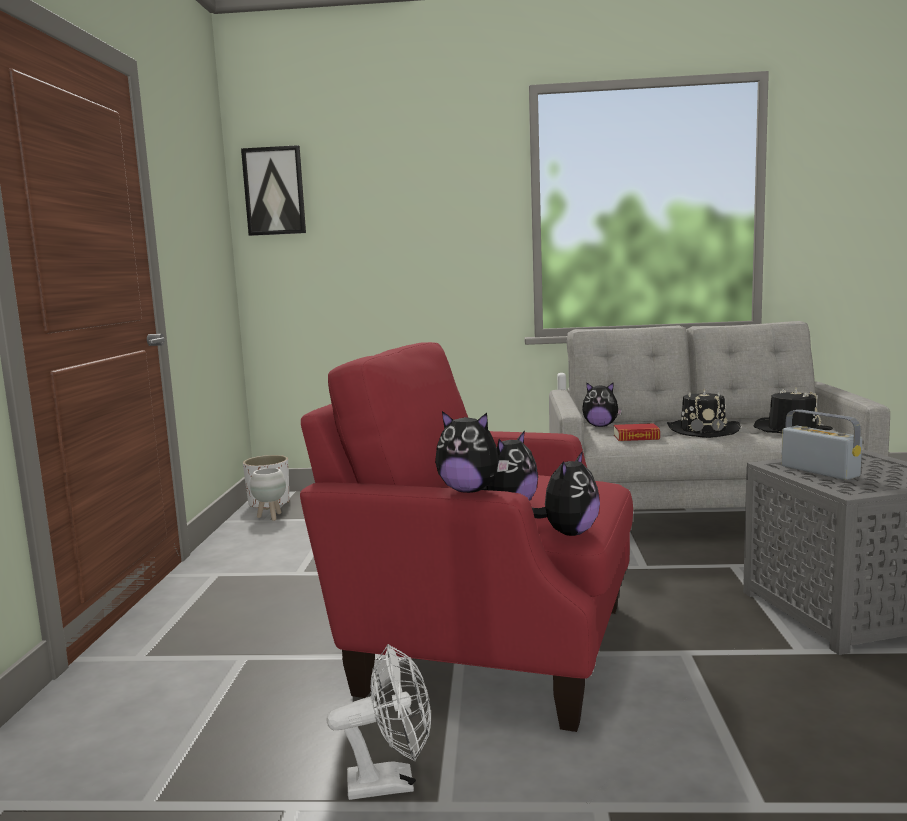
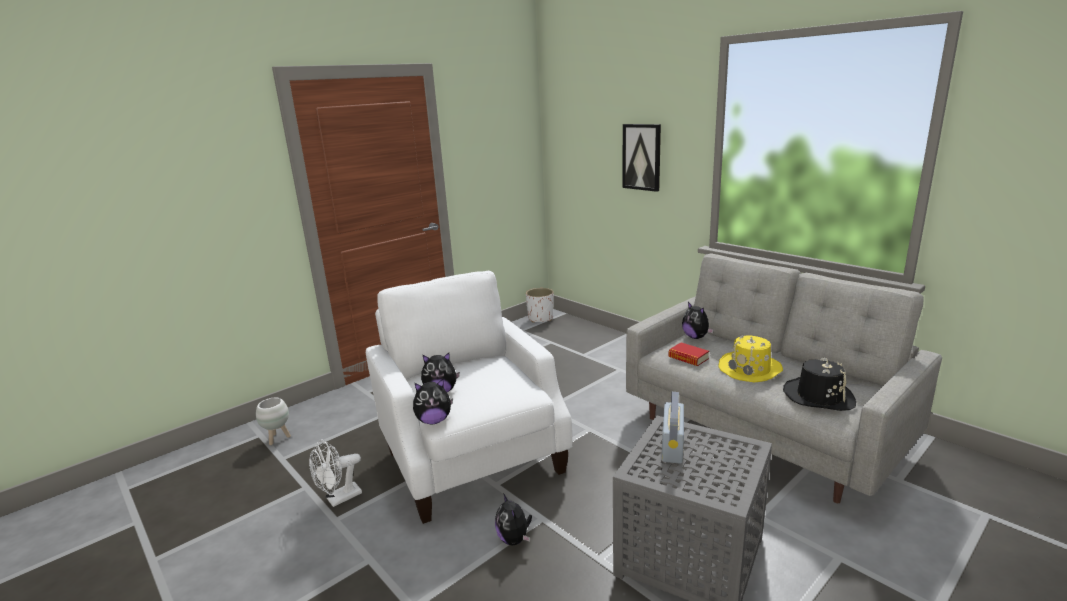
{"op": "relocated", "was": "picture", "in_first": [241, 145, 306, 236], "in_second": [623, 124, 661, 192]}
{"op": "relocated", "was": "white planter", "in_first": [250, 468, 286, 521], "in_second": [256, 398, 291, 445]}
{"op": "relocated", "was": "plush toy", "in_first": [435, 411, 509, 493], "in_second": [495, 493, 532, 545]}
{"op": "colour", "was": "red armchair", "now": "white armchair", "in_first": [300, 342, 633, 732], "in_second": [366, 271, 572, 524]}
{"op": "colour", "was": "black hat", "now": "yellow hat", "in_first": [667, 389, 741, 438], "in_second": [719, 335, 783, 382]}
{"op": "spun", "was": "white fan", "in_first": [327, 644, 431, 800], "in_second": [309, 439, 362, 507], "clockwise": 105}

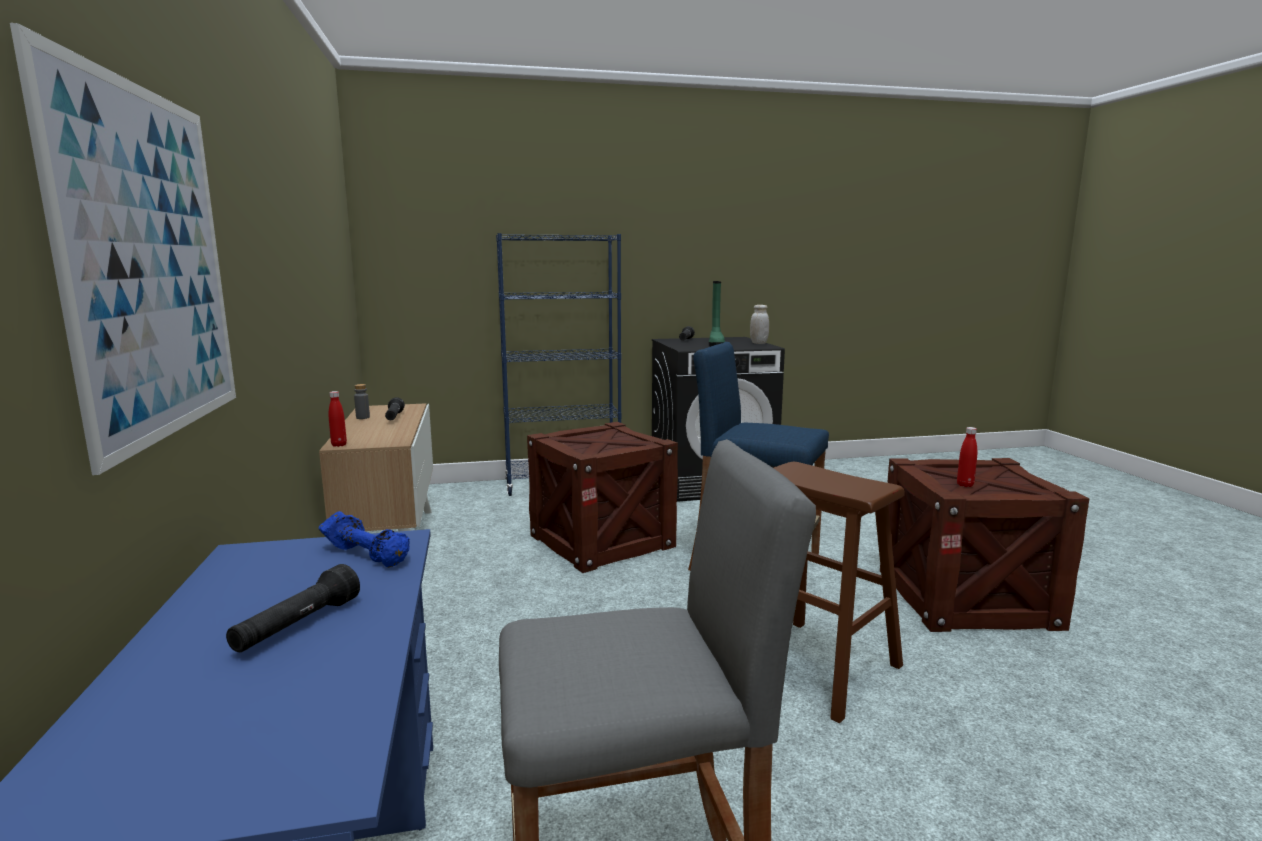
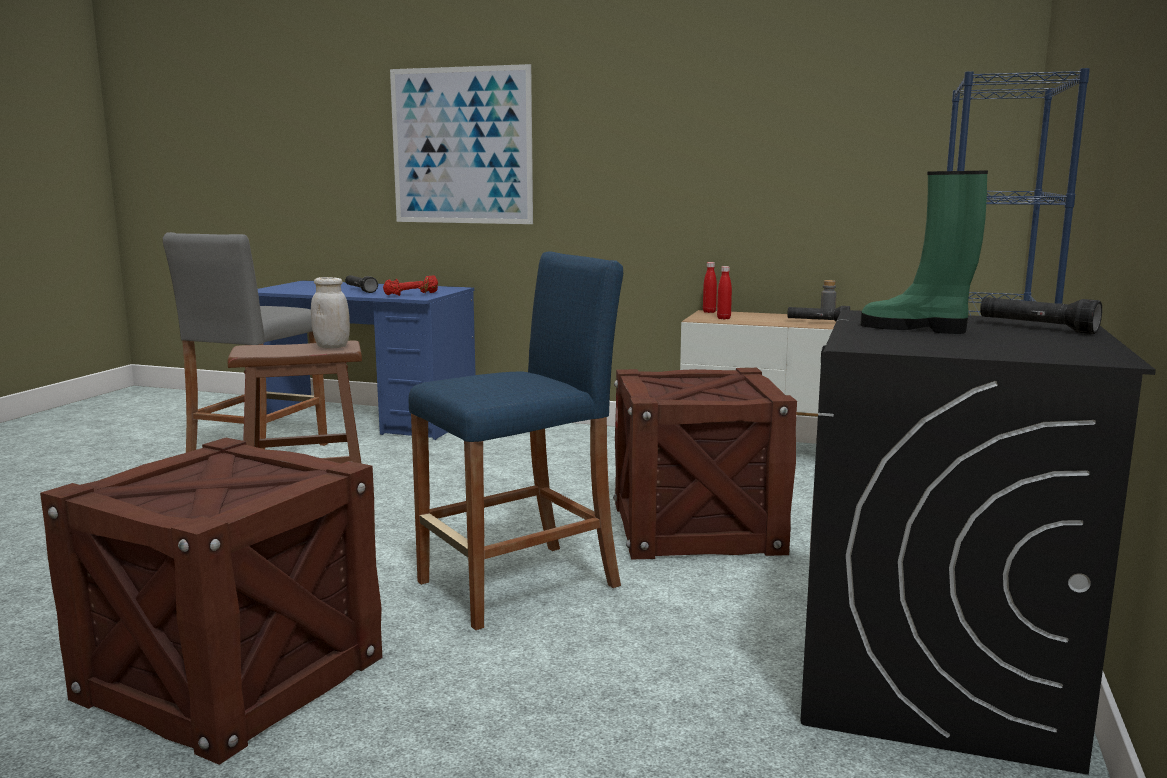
{"op": "relocated", "was": "white jar", "in_first": [750, 305, 769, 344], "in_second": [311, 277, 350, 349]}
{"op": "relocated", "was": "red bottle", "in_first": [957, 427, 977, 487], "in_second": [717, 266, 732, 319]}
{"op": "colour", "was": "blue dumbbell", "now": "red dumbbell", "in_first": [319, 511, 410, 567], "in_second": [383, 276, 438, 296]}

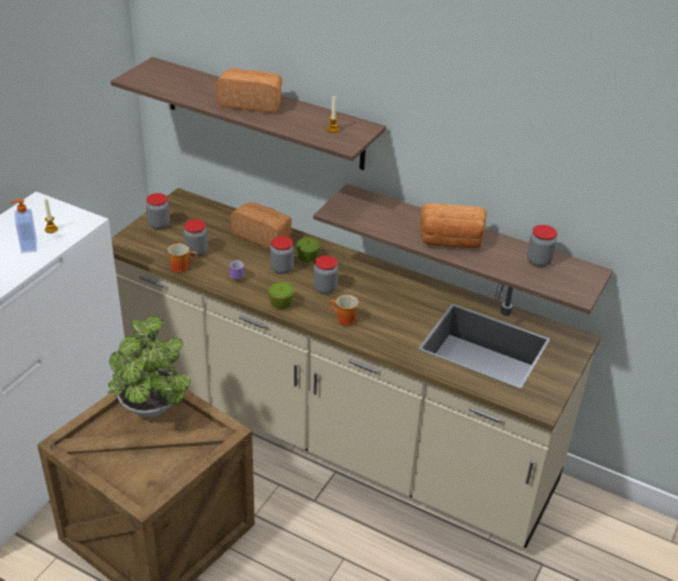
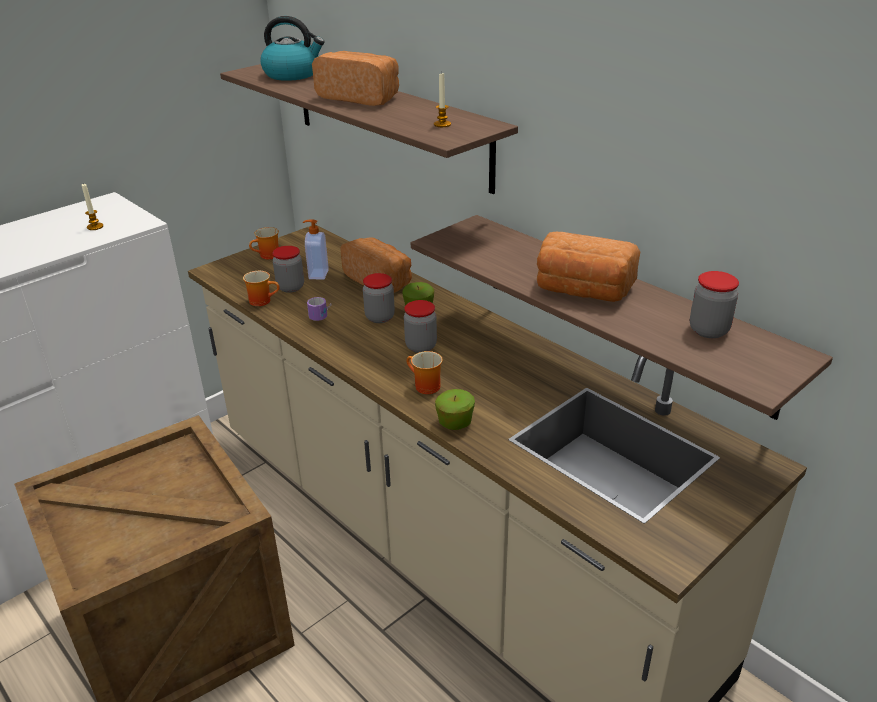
{"op": "missing", "was": "potted plant", "in_first": [107, 316, 191, 418]}
{"op": "appeared", "now": "kettle", "in_second": [261, 16, 325, 81]}
{"op": "relocated", "was": "soap dispenser", "in_first": [10, 199, 37, 253], "in_second": [303, 219, 329, 280]}
{"op": "relocated", "was": "apple", "in_first": [269, 282, 294, 309], "in_second": [435, 389, 475, 430]}
{"op": "exchanged", "was": "jar", "now": "mug", "in_first": [146, 193, 170, 229], "in_second": [249, 227, 279, 259]}

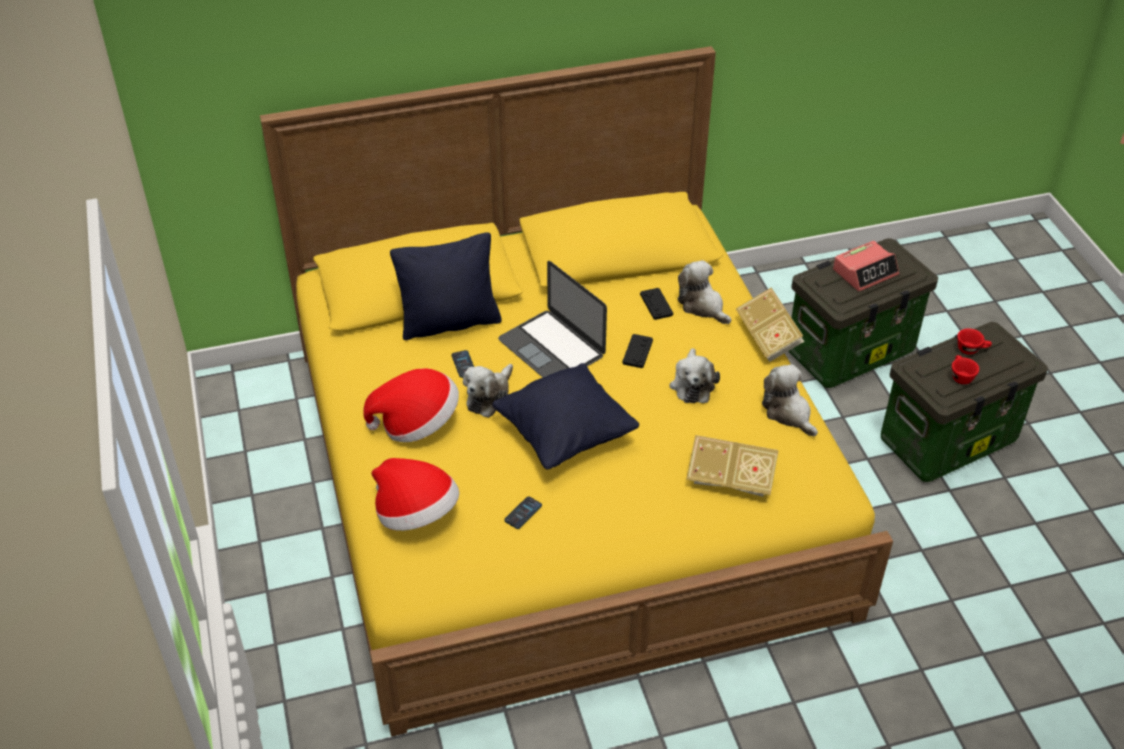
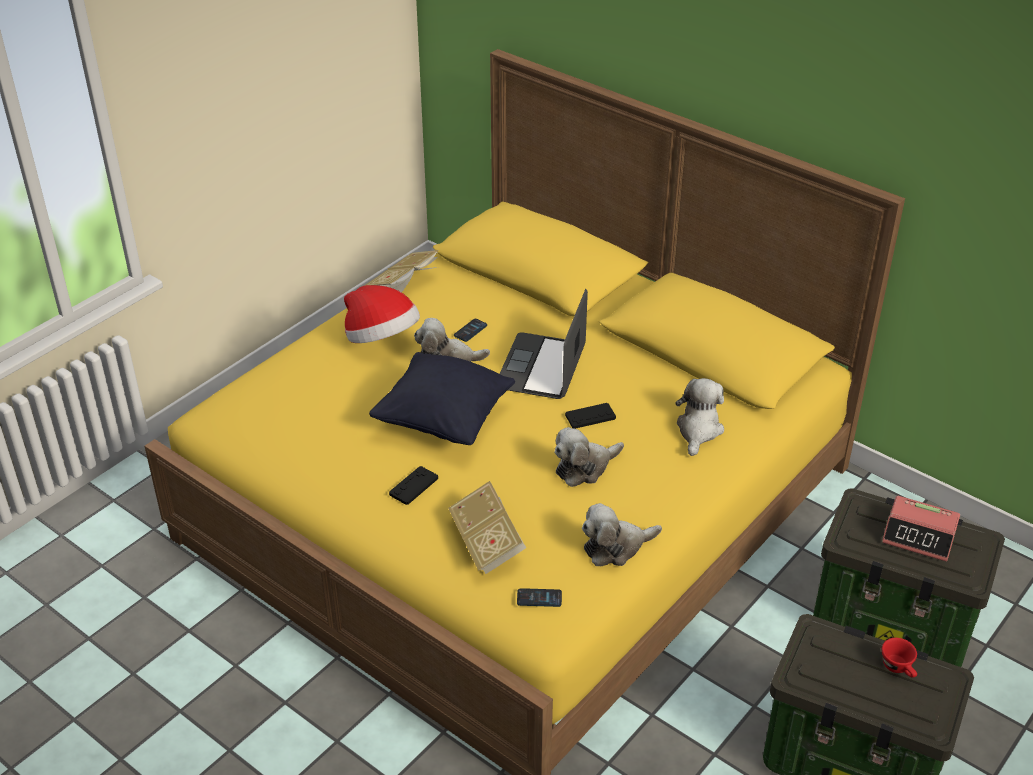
{"op": "missing", "was": "hat", "in_first": [371, 458, 459, 531]}
{"op": "missing", "was": "black pillow", "in_first": [390, 232, 502, 340]}
{"op": "missing", "was": "red cup", "in_first": [952, 355, 979, 384]}
{"op": "relocated", "was": "phone", "in_first": [504, 496, 542, 529], "in_second": [517, 588, 562, 607]}
{"op": "relocated", "was": "black game controller", "in_first": [640, 288, 673, 320], "in_second": [389, 466, 438, 505]}
{"op": "relocated", "was": "book", "in_first": [736, 287, 804, 362], "in_second": [364, 250, 439, 293]}
{"op": "spun", "was": "plush toy", "in_first": [762, 364, 818, 436], "in_second": [582, 503, 662, 566], "clockwise": -135}

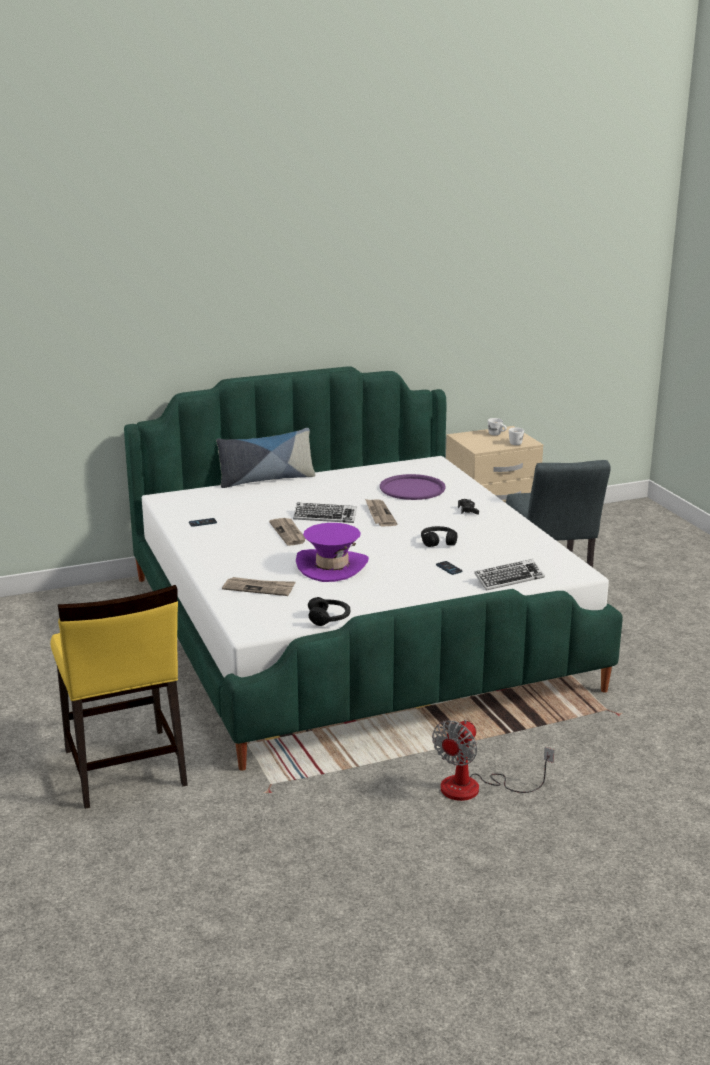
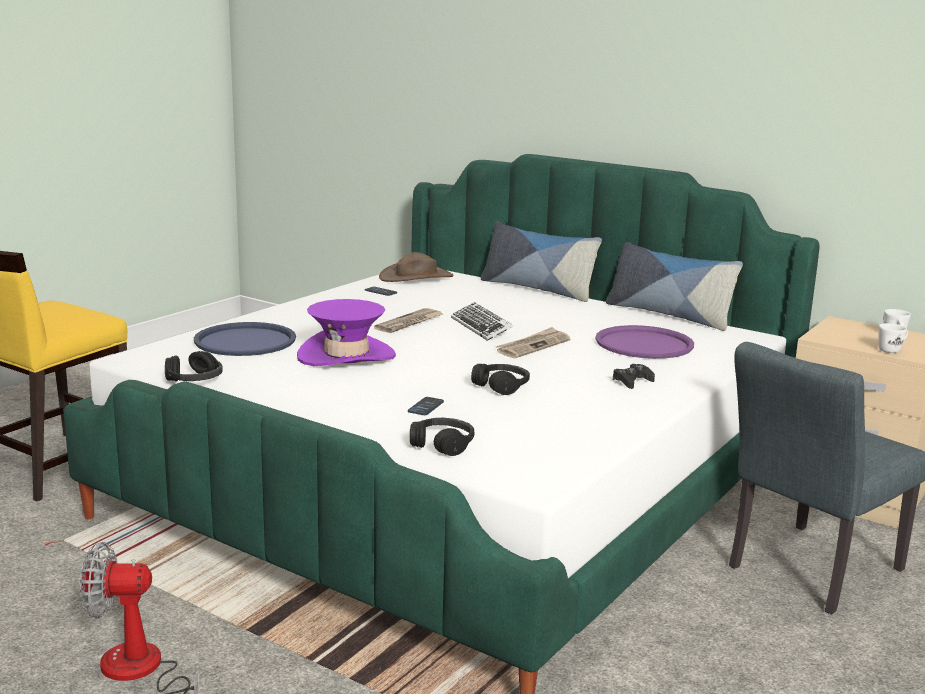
{"op": "appeared", "now": "brown hat", "in_second": [379, 252, 454, 282]}
{"op": "appeared", "now": "pillow", "in_second": [606, 242, 743, 331]}
{"op": "exchanged", "was": "newspaper", "now": "blue tray", "in_first": [222, 577, 296, 596], "in_second": [194, 322, 296, 356]}
{"op": "exchanged", "was": "keyboard", "now": "black headphones", "in_first": [474, 559, 545, 591], "in_second": [410, 418, 474, 456]}

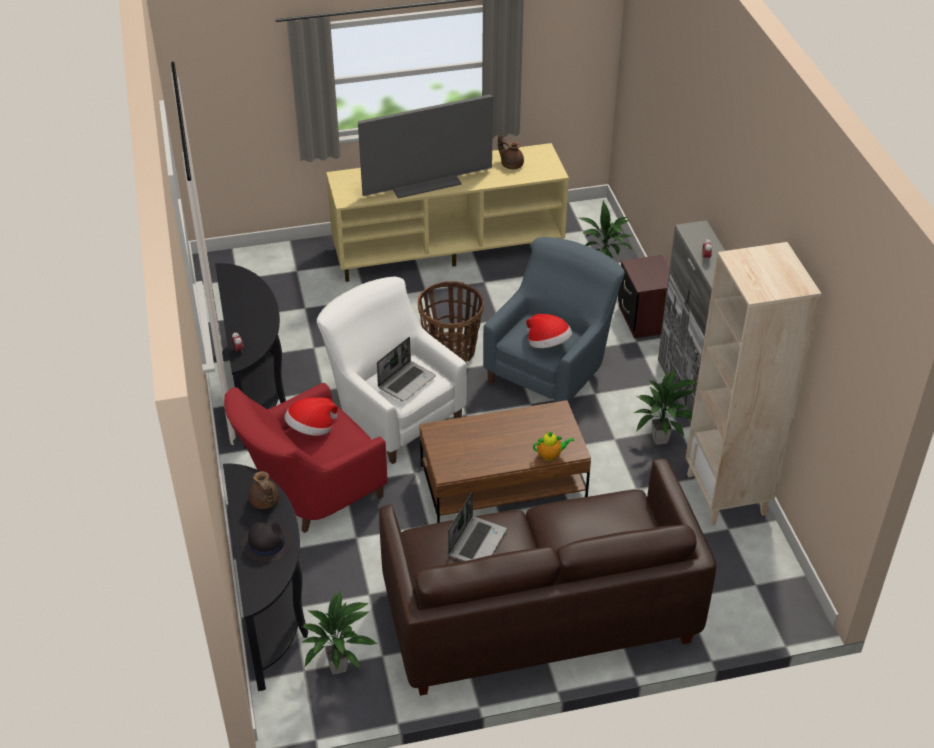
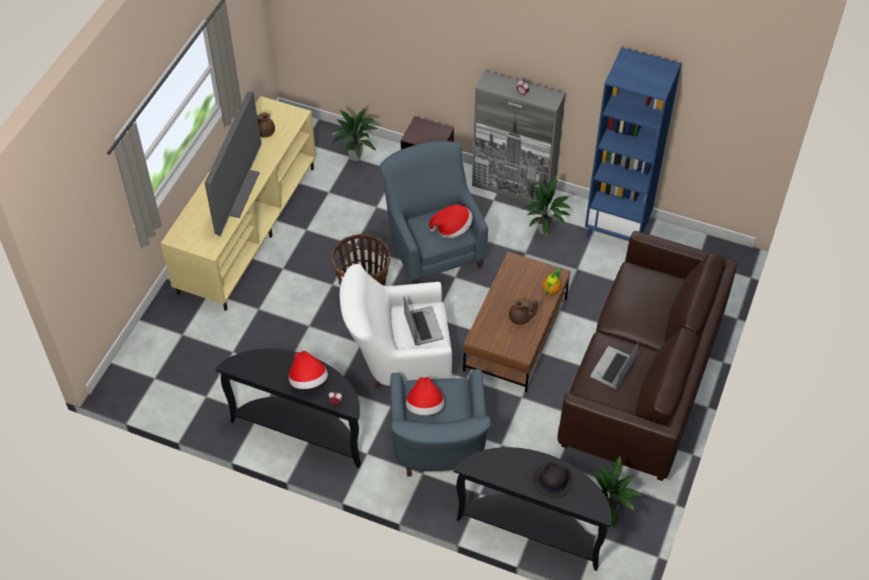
{"op": "appeared", "now": "hat", "in_second": [289, 351, 328, 389]}
{"op": "relocated", "was": "brown teapot", "in_first": [249, 471, 279, 509], "in_second": [509, 299, 538, 325]}
{"op": "colour", "was": "red armchair", "now": "blue armchair", "in_first": [224, 383, 388, 533], "in_second": [390, 369, 491, 477]}
{"op": "colour", "was": "beige bookcase", "now": "blue bookcase", "in_first": [686, 242, 822, 525], "in_second": [585, 47, 681, 240]}
{"op": "spun", "was": "laptop", "in_first": [448, 492, 507, 561], "in_second": [590, 342, 639, 389], "clockwise": -120}

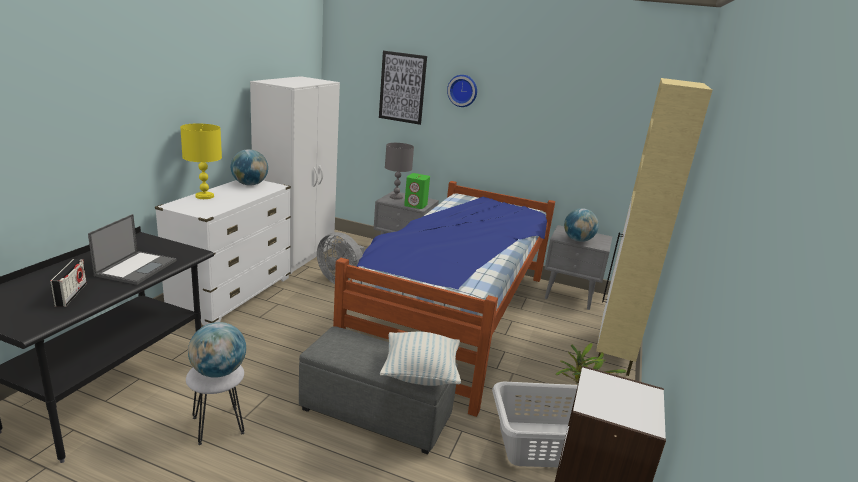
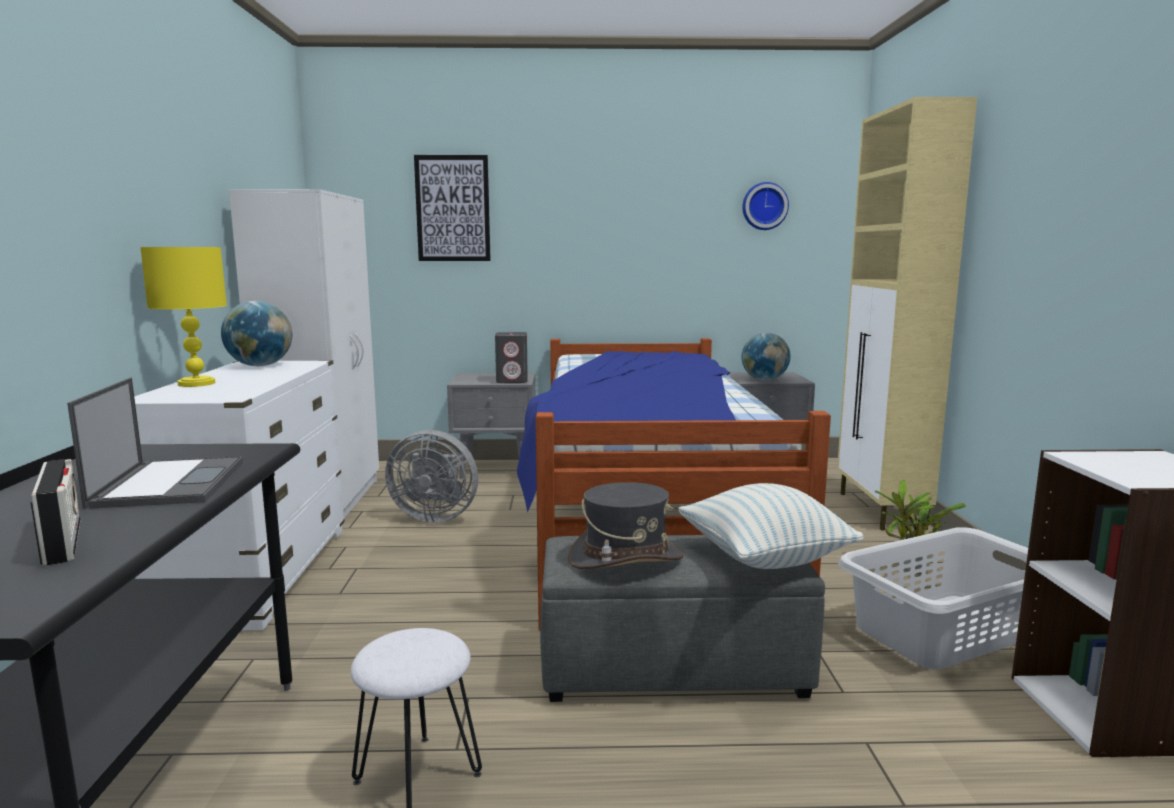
{"op": "missing", "was": "globe", "in_first": [188, 322, 246, 378]}
{"op": "missing", "was": "grey table lamp", "in_first": [385, 143, 414, 200]}
{"op": "appeared", "now": "grey hat", "in_second": [568, 482, 683, 569]}
{"op": "relocated", "was": "wall clock", "in_first": [447, 75, 477, 107], "in_second": [742, 182, 789, 230]}
{"op": "colour", "was": "green speaker", "now": "grey speaker", "in_first": [404, 173, 430, 209], "in_second": [495, 332, 528, 383]}

